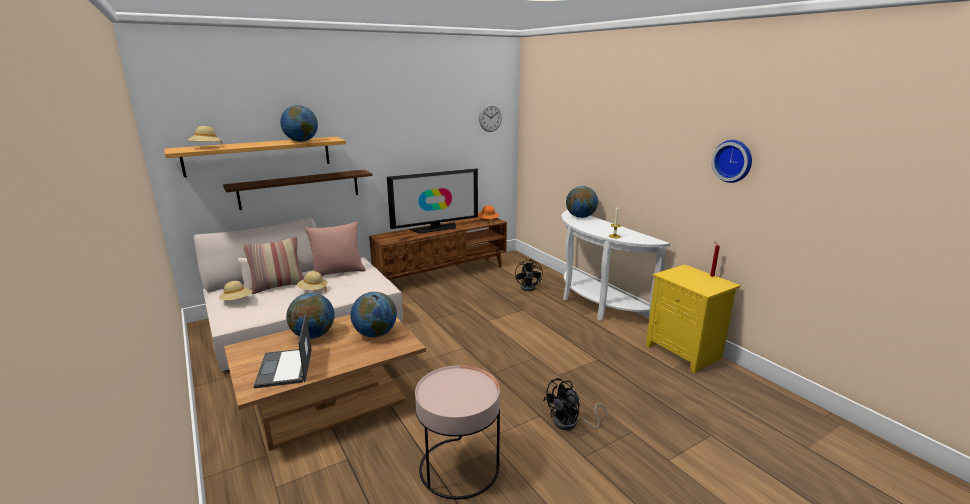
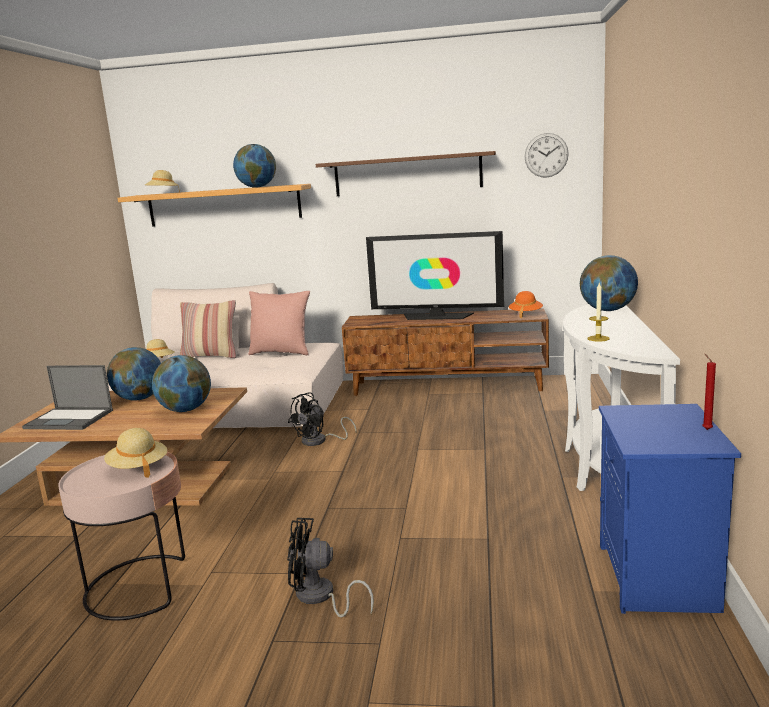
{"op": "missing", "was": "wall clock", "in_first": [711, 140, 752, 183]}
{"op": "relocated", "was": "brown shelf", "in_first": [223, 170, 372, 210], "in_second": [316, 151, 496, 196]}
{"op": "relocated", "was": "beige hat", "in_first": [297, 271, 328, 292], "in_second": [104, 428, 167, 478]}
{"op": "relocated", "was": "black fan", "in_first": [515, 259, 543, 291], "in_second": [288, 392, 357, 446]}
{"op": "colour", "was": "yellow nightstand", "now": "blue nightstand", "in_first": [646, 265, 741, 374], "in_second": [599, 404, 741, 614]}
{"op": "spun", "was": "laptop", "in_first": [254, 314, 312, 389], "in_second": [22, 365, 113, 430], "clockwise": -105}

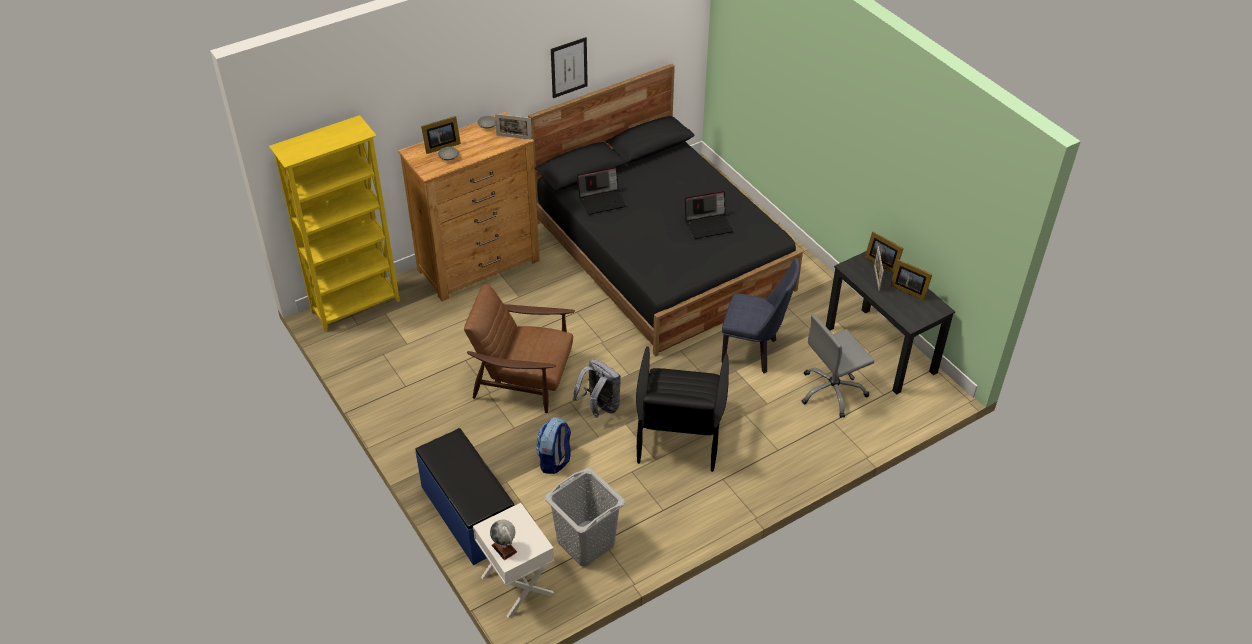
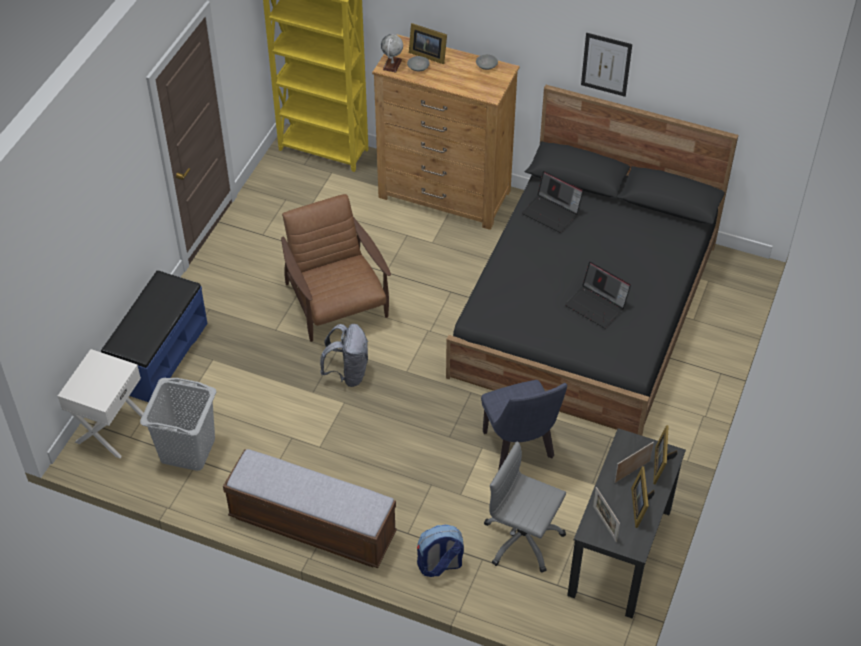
{"op": "missing", "was": "black armchair", "in_first": [636, 346, 729, 472]}
{"op": "appeared", "now": "bench", "in_second": [223, 449, 397, 568]}
{"op": "relocated", "was": "globe", "in_first": [490, 519, 517, 560], "in_second": [381, 34, 403, 73]}
{"op": "relocated", "was": "picture frame", "in_first": [495, 114, 532, 140], "in_second": [593, 487, 620, 542]}
{"op": "relocated", "was": "backpack", "in_first": [536, 417, 571, 474], "in_second": [417, 525, 464, 577]}

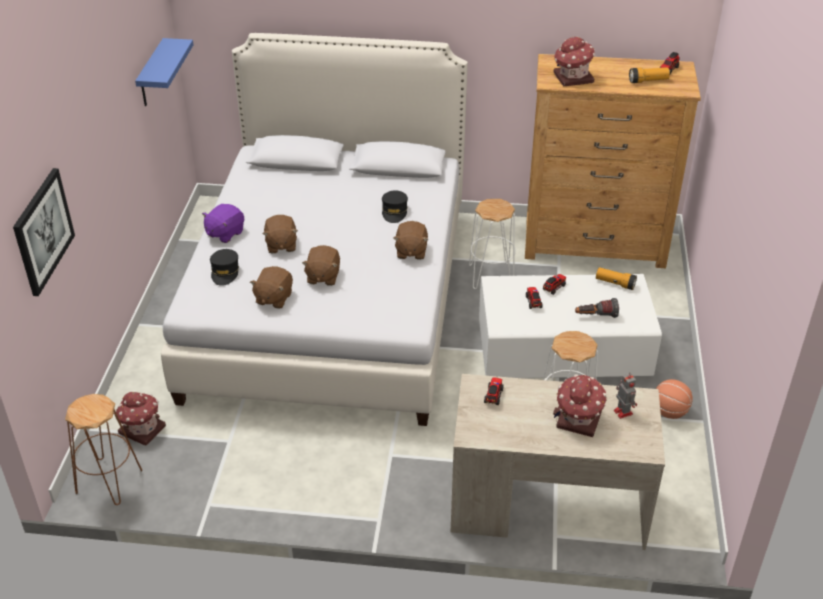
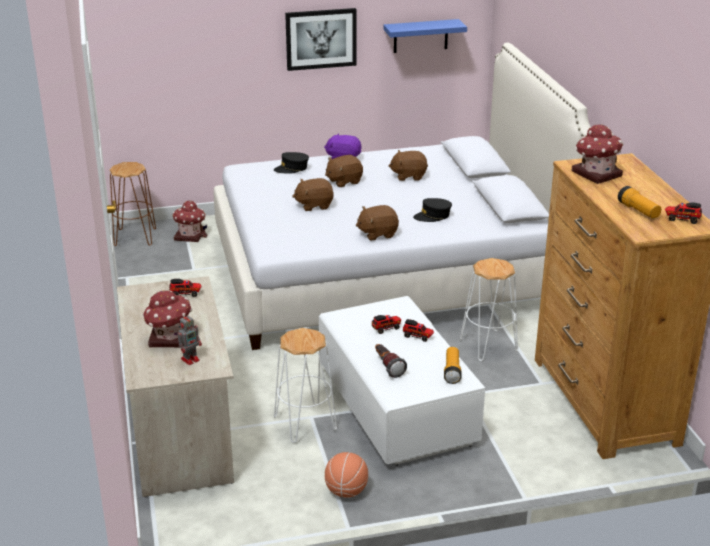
{"op": "relocated", "was": "picture", "in_first": [13, 168, 75, 296], "in_second": [285, 8, 356, 71]}
{"op": "relocated", "was": "brown plush toy", "in_first": [250, 266, 293, 309], "in_second": [388, 150, 428, 181]}

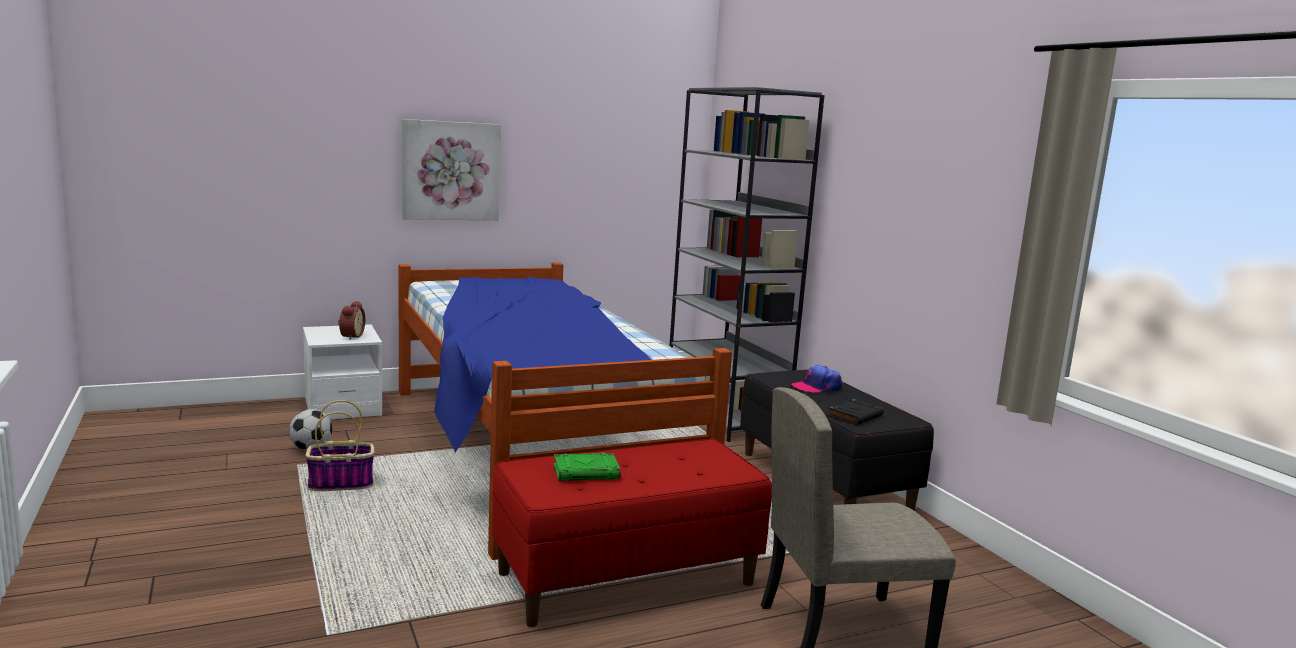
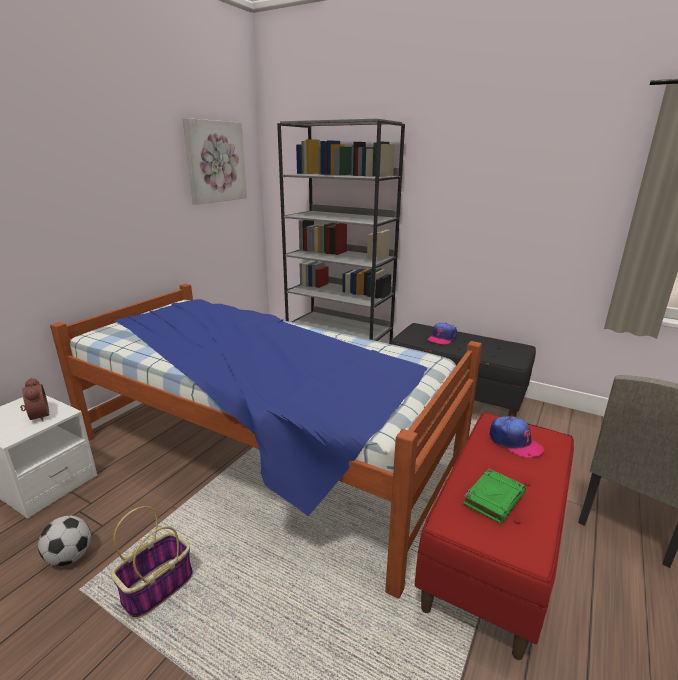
{"op": "missing", "was": "black book", "in_first": [828, 399, 884, 425]}
{"op": "appeared", "now": "cap", "in_second": [490, 416, 544, 457]}
{"op": "relocated", "was": "picture", "in_first": [402, 119, 501, 220], "in_second": [182, 118, 247, 205]}

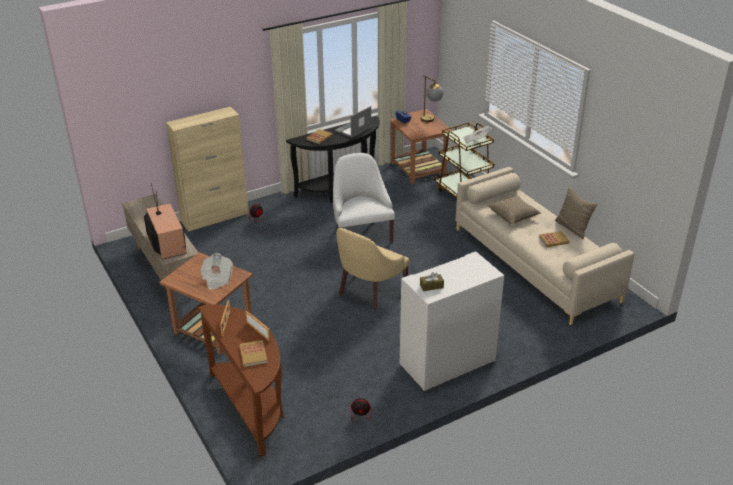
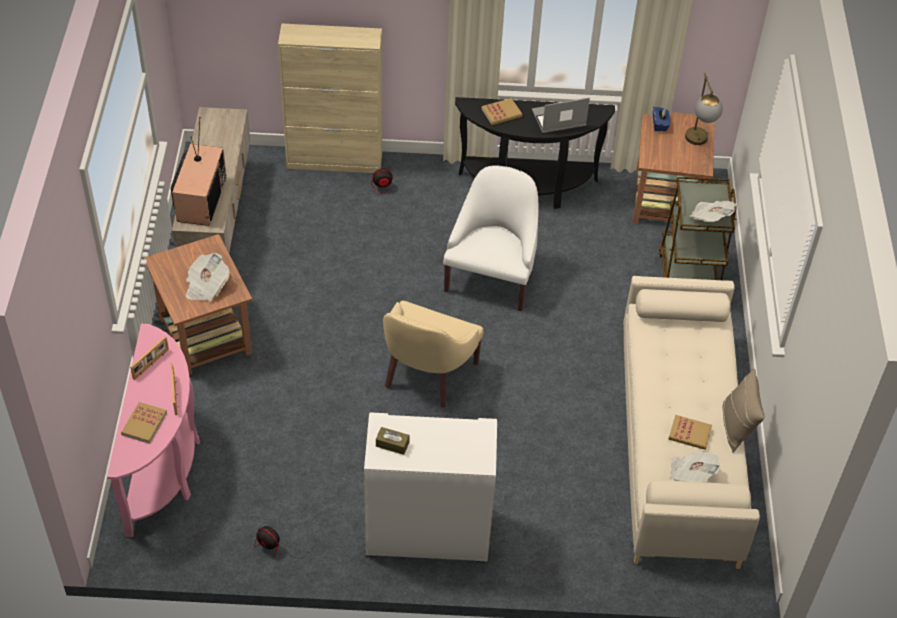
{"op": "missing", "was": "beige pillow", "in_first": [488, 196, 541, 224]}
{"op": "appeared", "now": "newspaper", "in_second": [669, 451, 720, 482]}
{"op": "colour", "was": "brown console table", "now": "pink console table", "in_first": [198, 305, 284, 457], "in_second": [107, 324, 200, 537]}
{"op": "spun", "was": "beige armchair", "in_first": [336, 228, 410, 310], "in_second": [383, 301, 484, 408], "clockwise": -45}

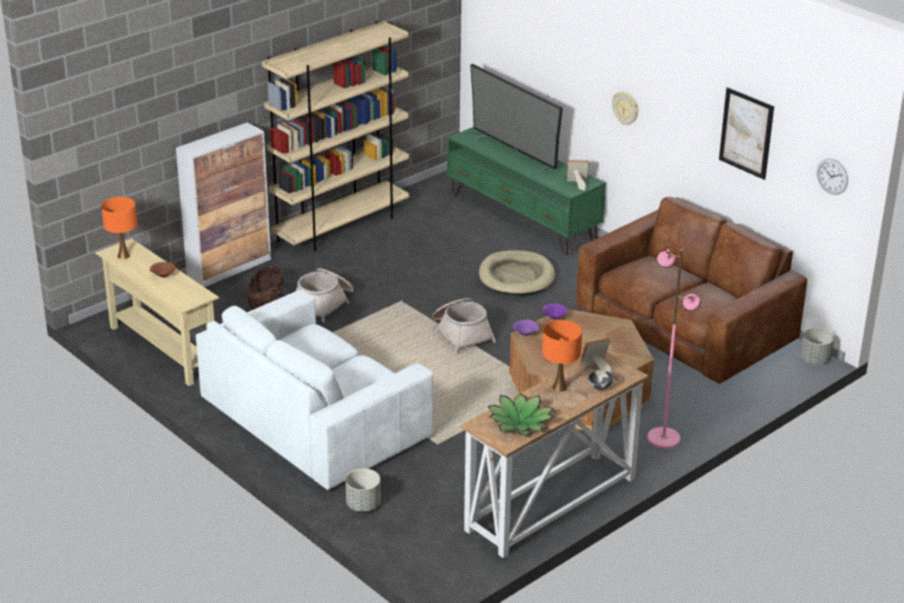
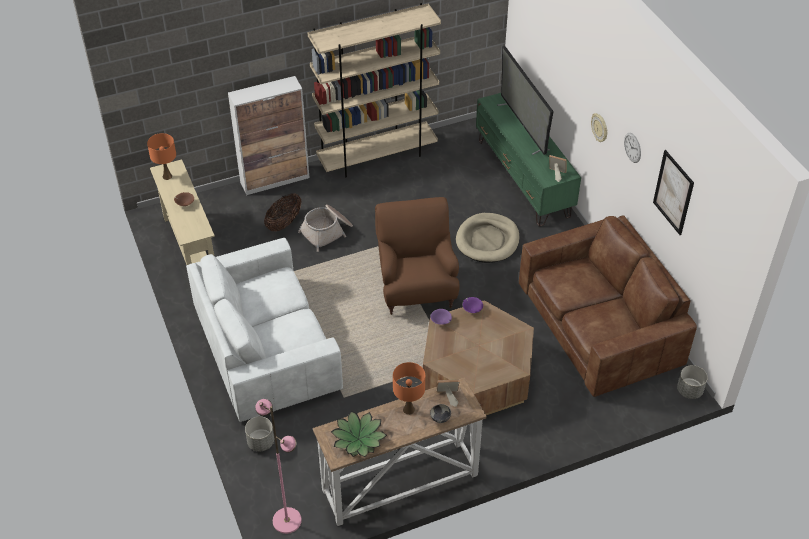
{"op": "relocated", "was": "pink floor lamp", "in_first": [647, 249, 701, 449], "in_second": [256, 399, 302, 534]}
{"op": "relocated", "was": "wall clock", "in_first": [817, 158, 848, 195], "in_second": [624, 133, 641, 163]}
{"op": "exchanged", "was": "basket", "now": "brown armchair", "in_first": [432, 298, 496, 354], "in_second": [375, 197, 460, 315]}

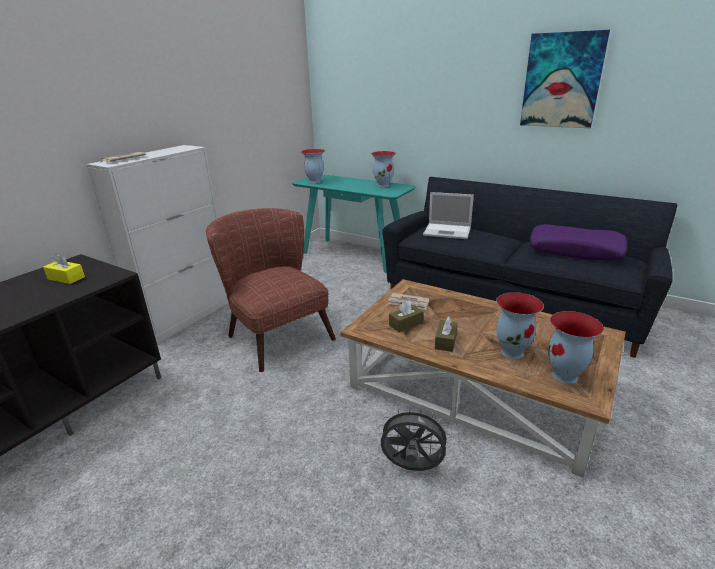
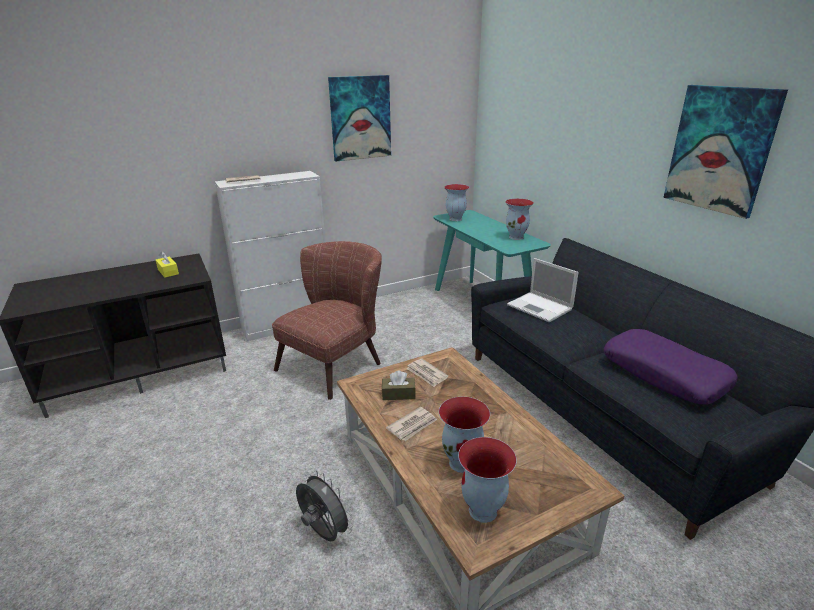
{"op": "appeared", "now": "picture", "in_second": [328, 75, 391, 162]}
{"op": "exchanged", "was": "brown tissue box", "now": "newspaper", "in_first": [435, 316, 458, 352], "in_second": [386, 407, 437, 441]}
{"op": "spun", "was": "brown armchair", "in_first": [206, 208, 336, 372], "in_second": [272, 241, 382, 400], "clockwise": 45}

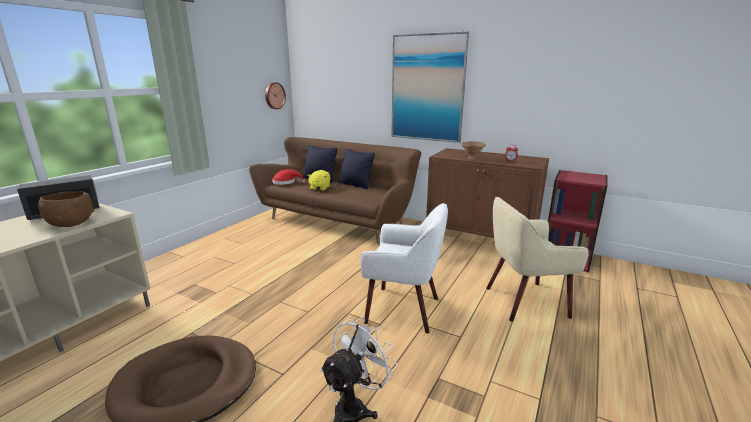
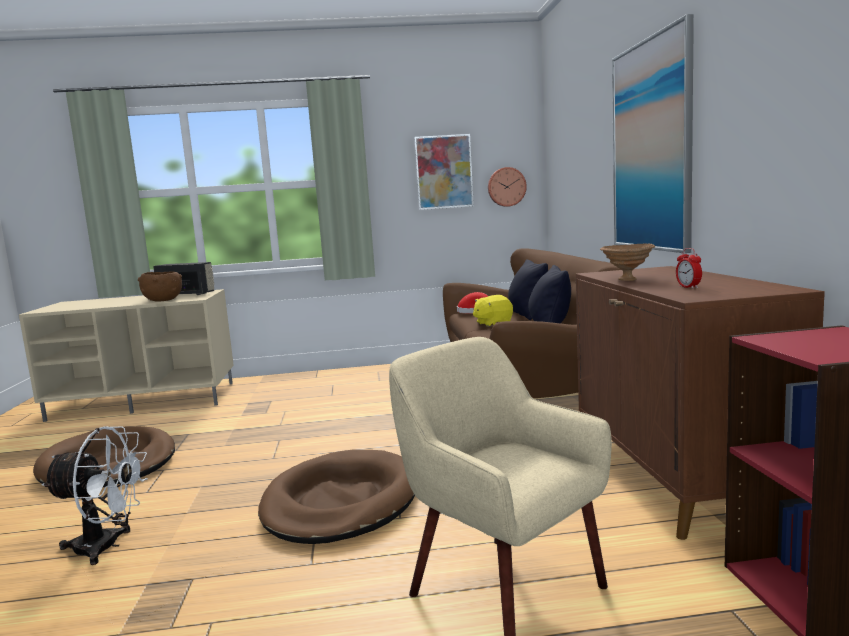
{"op": "appeared", "now": "picture", "in_second": [414, 134, 474, 210]}
{"op": "exchanged", "was": "white armchair", "now": "brown dog bed", "in_first": [360, 203, 448, 333], "in_second": [258, 450, 415, 544]}

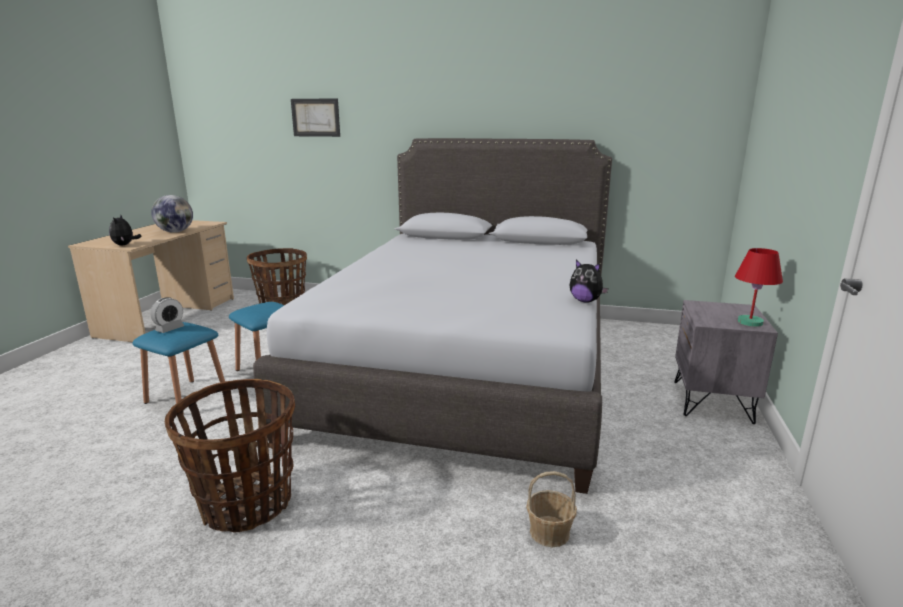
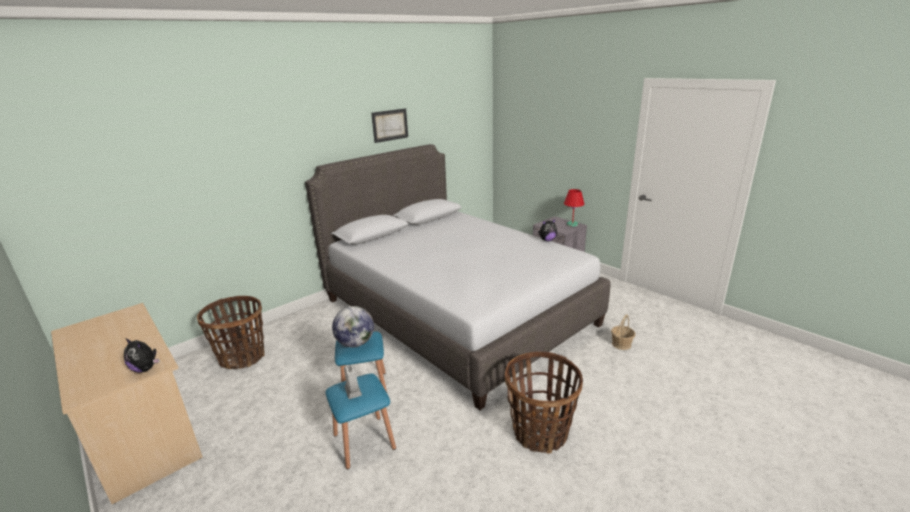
{"op": "relocated", "was": "globe", "in_first": [151, 195, 193, 233], "in_second": [332, 306, 374, 347]}
{"op": "relocated", "was": "picture", "in_first": [291, 98, 340, 137], "in_second": [371, 108, 408, 143]}

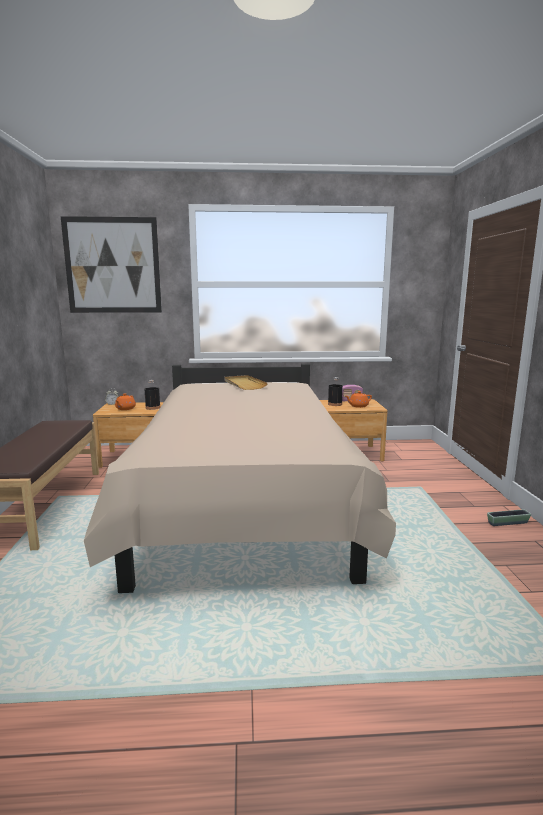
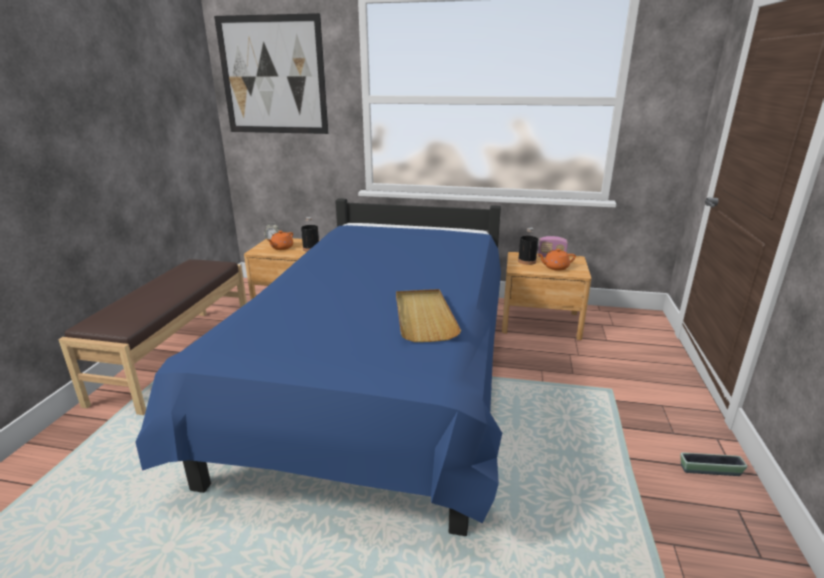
{"op": "relocated", "was": "beige tray", "in_first": [225, 375, 268, 390], "in_second": [396, 289, 461, 342]}
{"op": "colour", "was": "beige bed", "now": "blue bed", "in_first": [84, 363, 396, 593], "in_second": [135, 198, 502, 536]}

